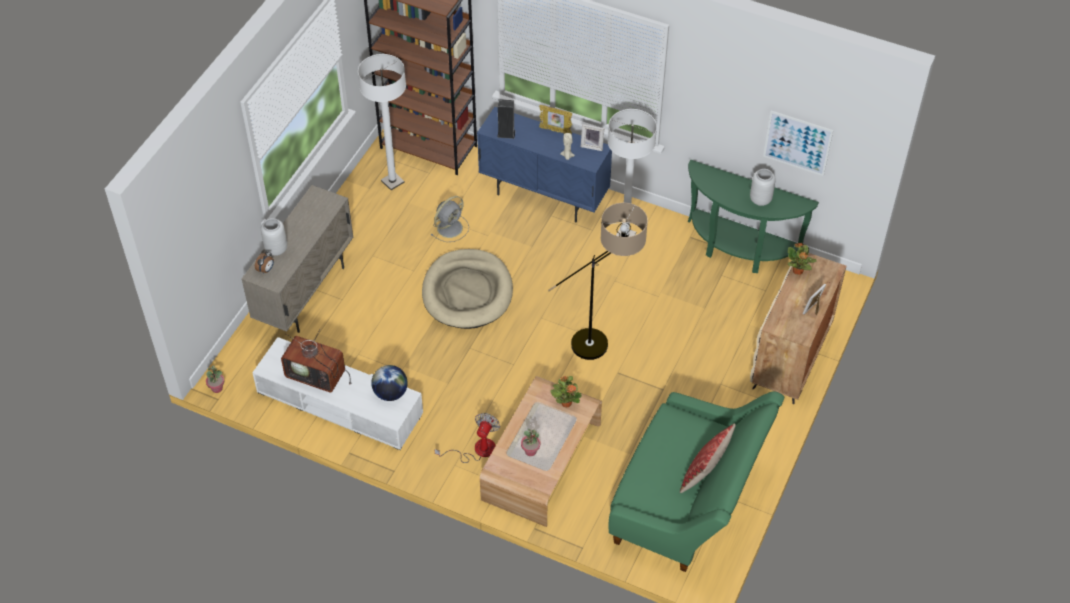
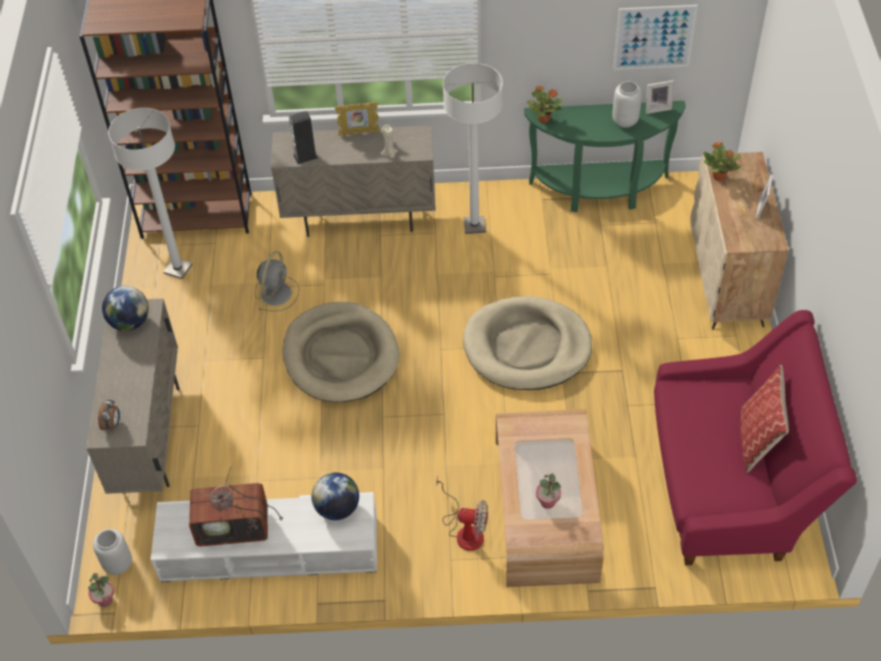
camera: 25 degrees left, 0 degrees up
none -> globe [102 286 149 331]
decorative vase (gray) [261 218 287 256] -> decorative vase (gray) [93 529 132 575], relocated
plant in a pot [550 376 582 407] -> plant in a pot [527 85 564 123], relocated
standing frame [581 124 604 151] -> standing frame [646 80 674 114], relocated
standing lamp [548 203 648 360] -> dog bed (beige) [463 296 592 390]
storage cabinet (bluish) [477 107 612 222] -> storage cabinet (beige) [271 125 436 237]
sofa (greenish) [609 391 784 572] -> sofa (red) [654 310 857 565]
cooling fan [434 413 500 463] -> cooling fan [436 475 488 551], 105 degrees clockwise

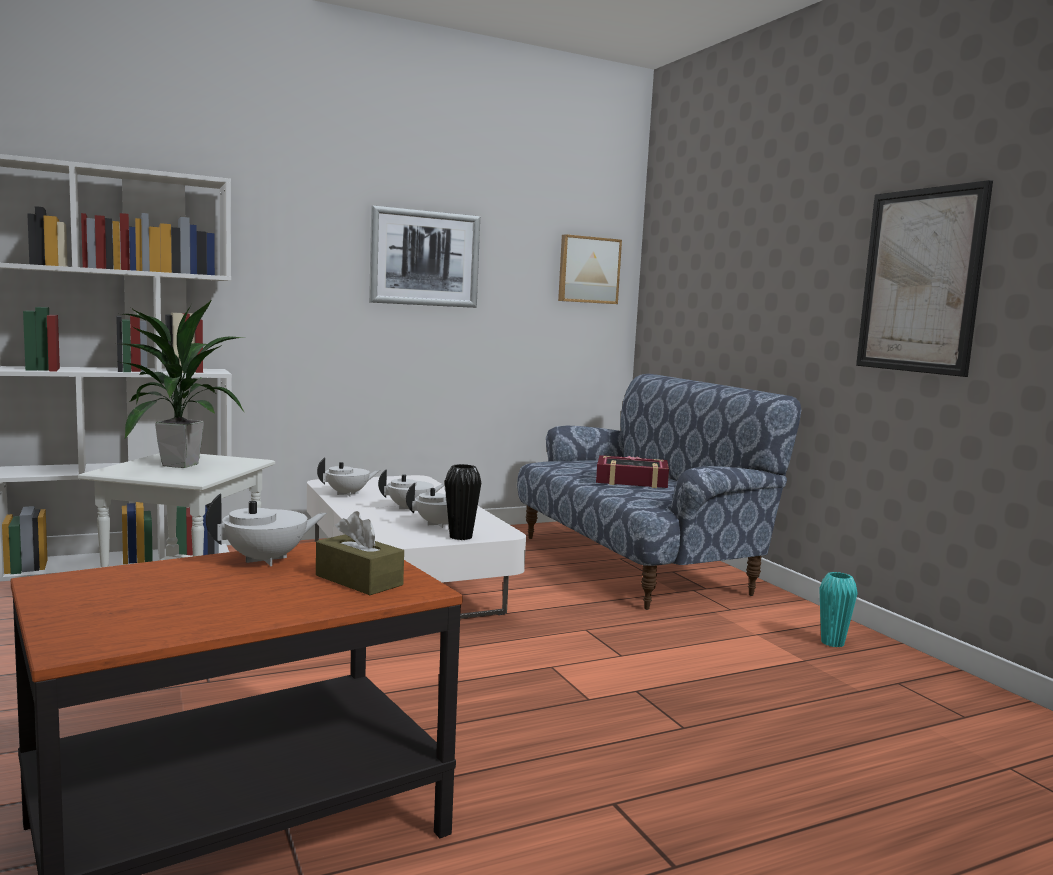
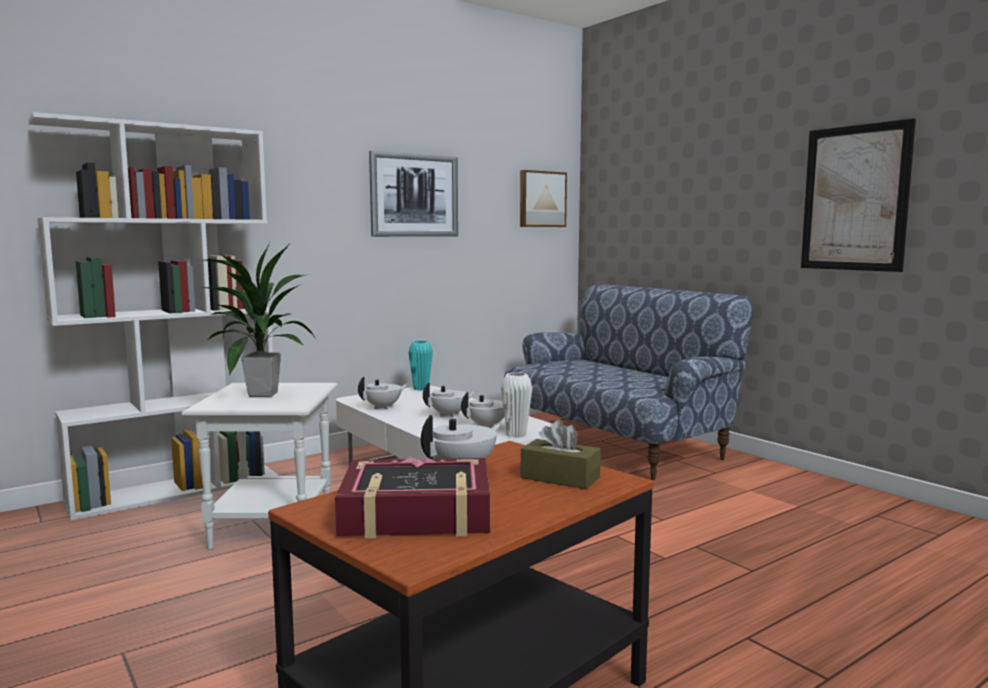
camera: 10 degrees left, 0 degrees up
book [596 455 669 488] -> book [335 457 490 538], relocated
decorative vase (turquoise-coloured) [819 572 858 647] -> decorative vase (turquoise-coloured) [408 341 433 391], relocated
decorative vase (black-coloured) [445 464 481 540] -> decorative vase (white) [501 372 532 438]

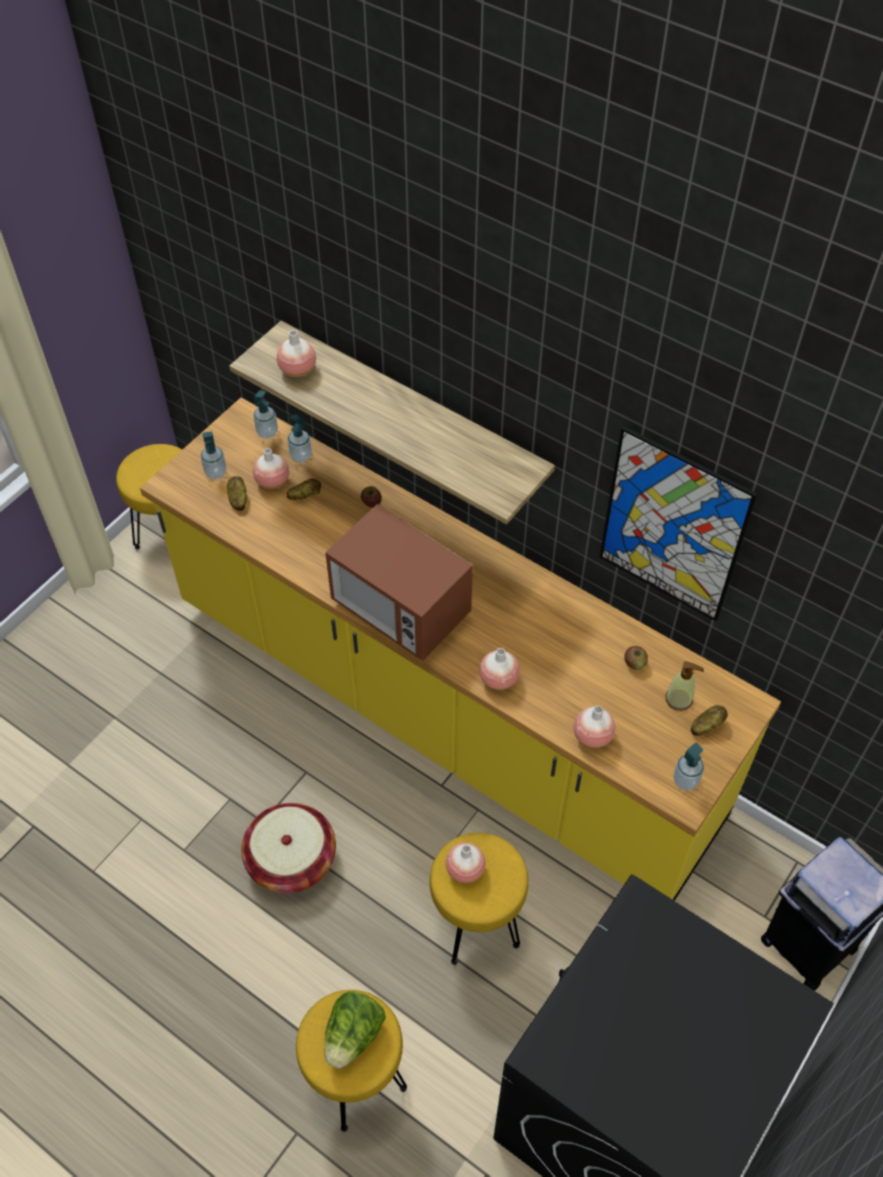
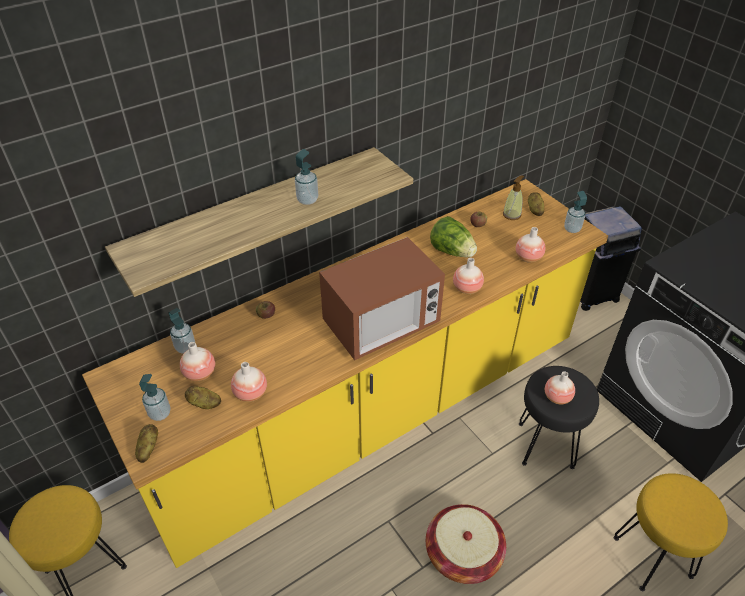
camera: 70 degrees left, 10 degrees down
picture [600 426 757 621] -> none
soap dispenser [254 390 278 439] -> soap dispenser [295 149 318 205], relocated
decorative vase [277 330 316 377] -> decorative vase [231 362 267 402], relocated
whole potato [287 478 321 500] -> whole potato [135 424 158 463], relocated
lettuce head [324 991 386 1069] -> lettuce head [430 216 477 258], relocated
stool (yellow) [430 833 528 965] -> stool (black-coloured) [519 366 599 469]

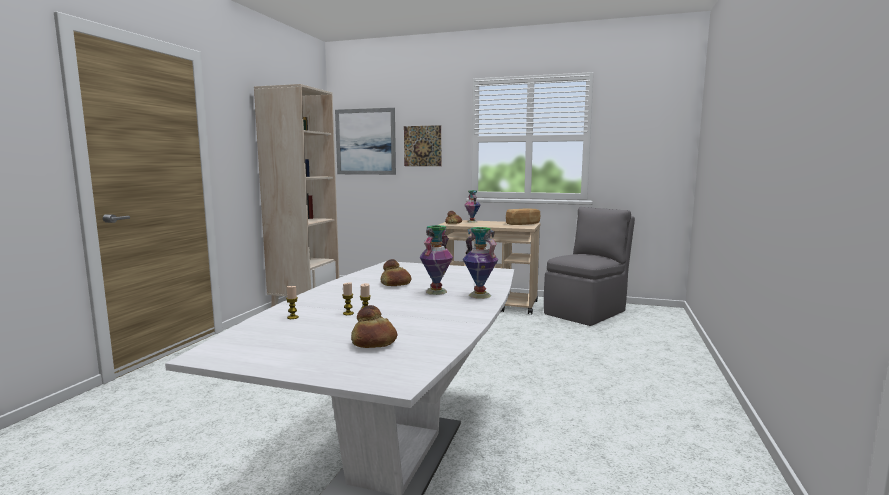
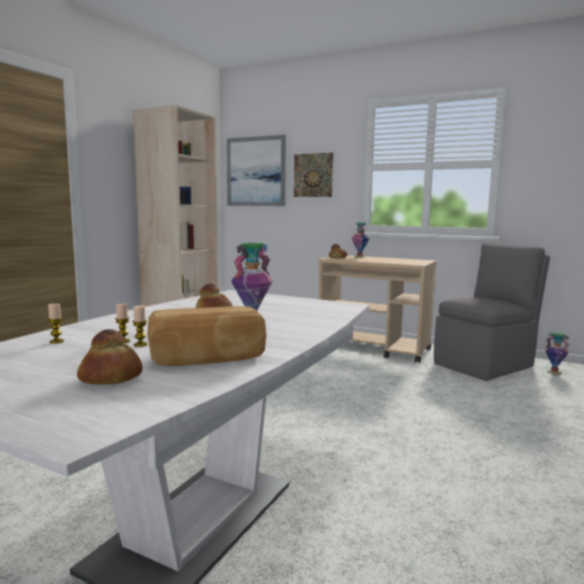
camera: 10 degrees right, 0 degrees up
decorative vase [463 227 498 299] -> decorative vase [545 332 570 375], relocated
bread [506 208 540 225] -> bread [147 306 266 366], relocated

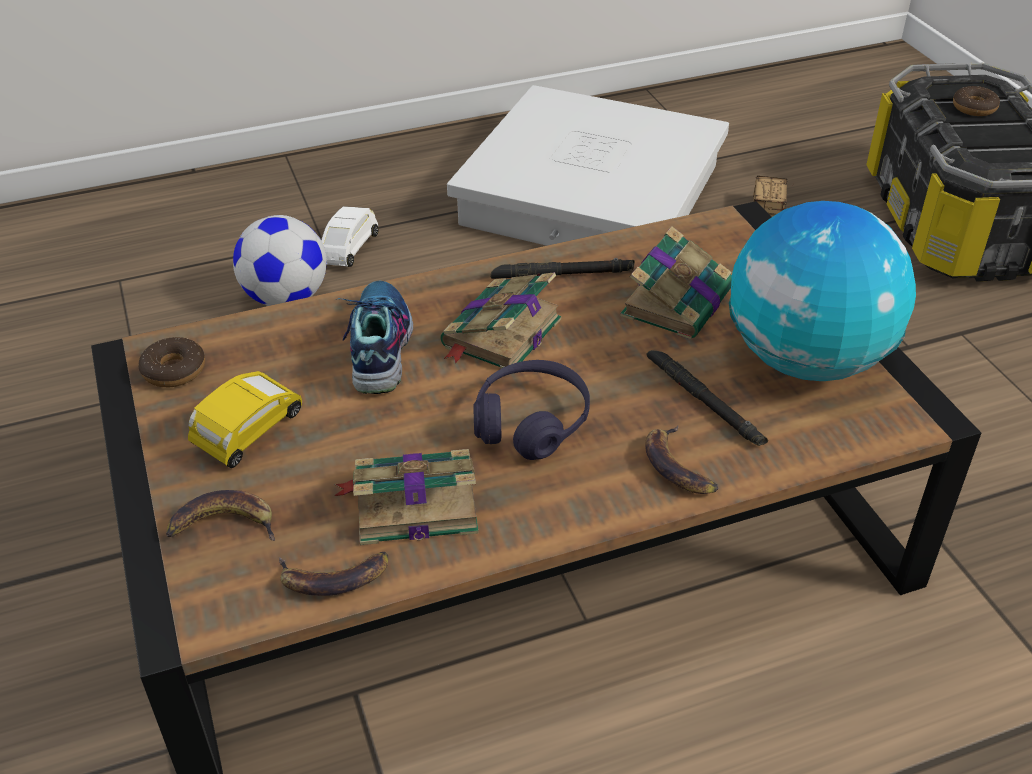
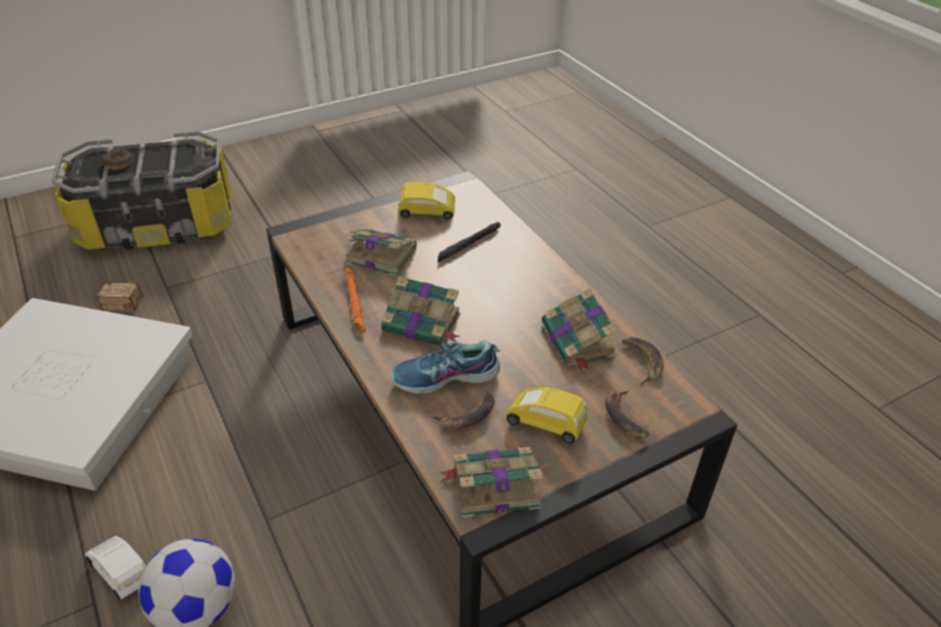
camera: 100 degrees left, 0 degrees up
headphones (purple) [473 360 590 460] -> none
banana [645 426 718 494] -> banana [431 392 495 429], relocated
ring doughnut [138 337 205 387] -> book [440 447 543 518]
globe [729 201 916 381] -> miniature car (yellow) [398 182 455 219]
flashlight (black-coloured) [490 258 635 279] -> flashlight (orange-coloured) [345 268 366 332]
miniature car (white) [321 206 379 267] -> miniature car (white) [85 536 146 601], 150 degrees counterclockwise

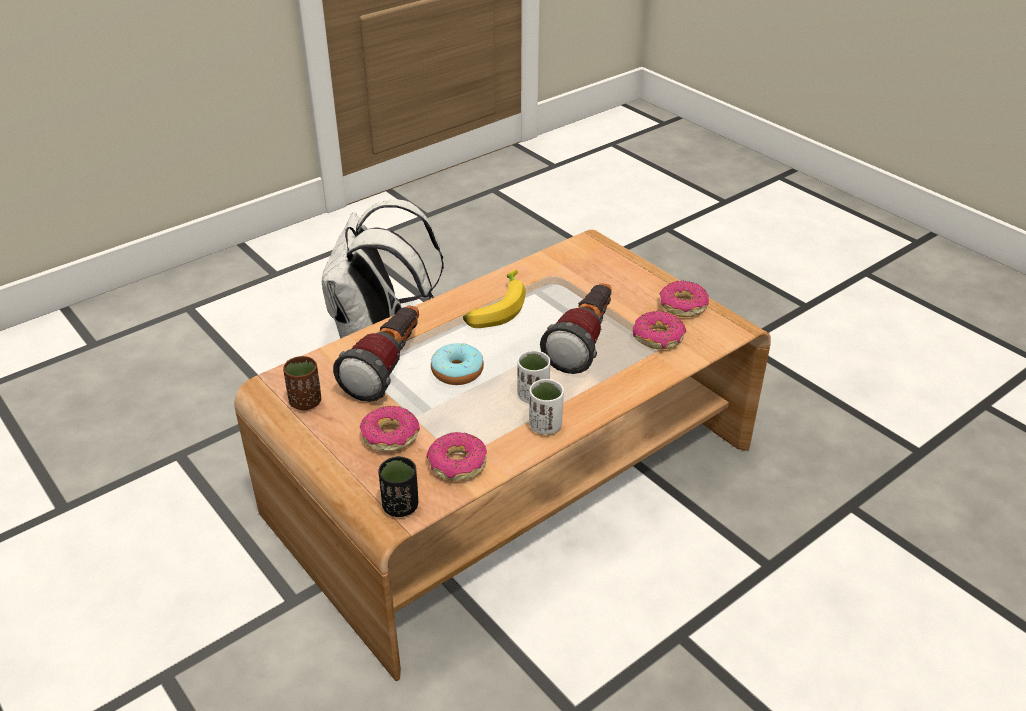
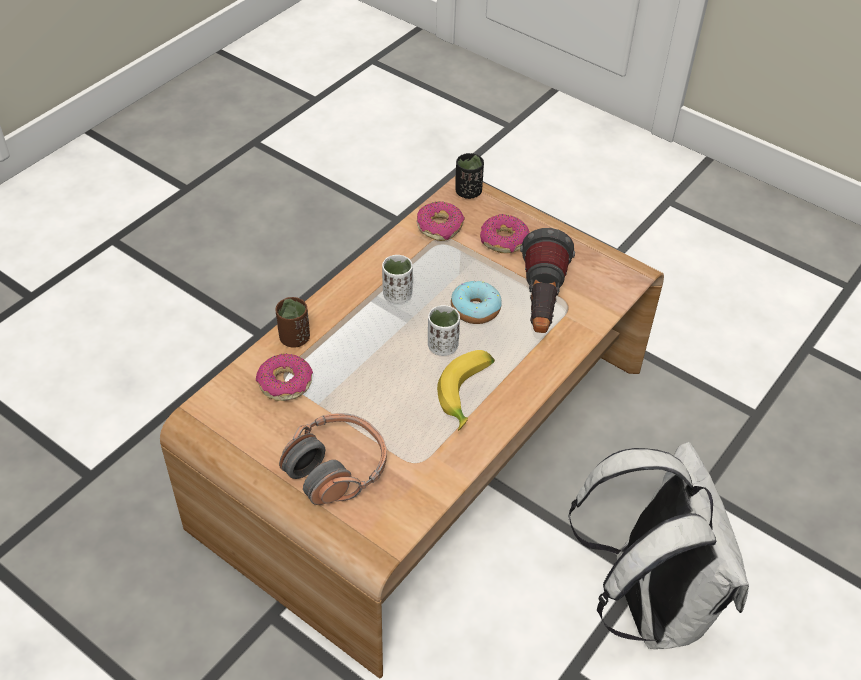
camera: 165 degrees right, 10 degrees up
flashlight [540 283 612 374] -> none
ring doughnut [659 281 709 317] -> none
none -> headphones [279 413 387 505]
drinking cup (brown) [283 356 321 410] -> drinking cup (brown) [275 297 310 348], relocated
drinking cup (white) [529 379 564 435] -> drinking cup (white) [428 305 460 356], relocated

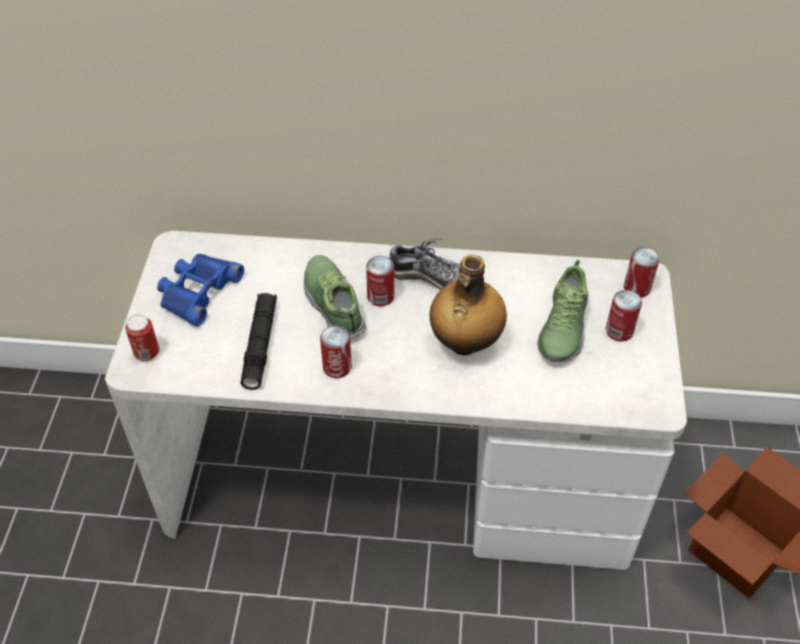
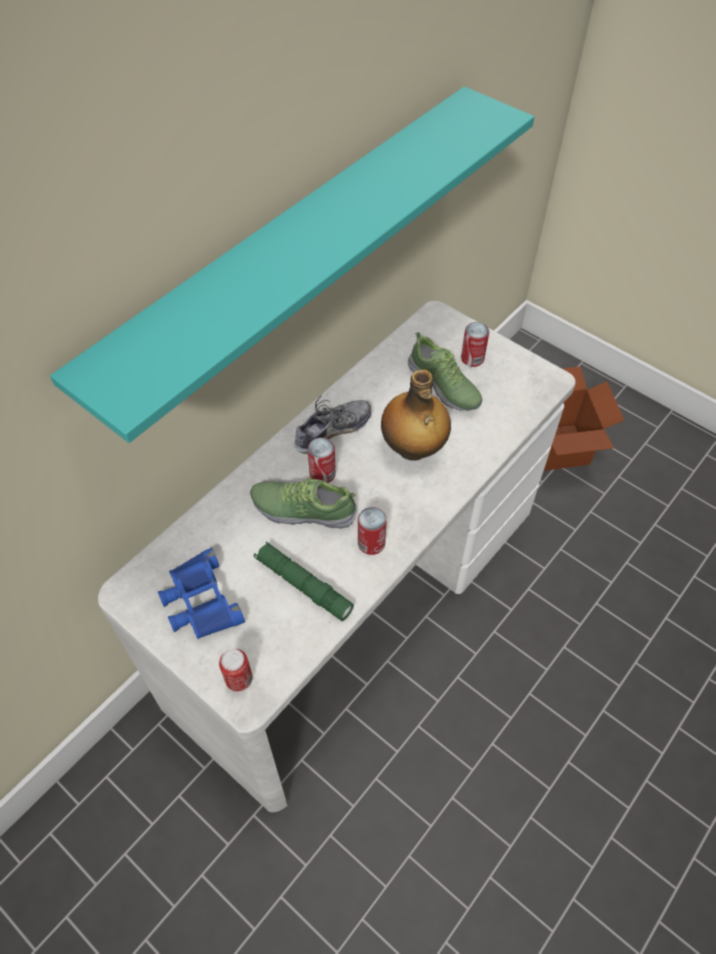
camera: 55 degrees left, 5 degrees up
metal can [624 247 660 298] -> none
none -> bracket shelf (turquoise-coloured) [50 86 534 443]
flashlight (black-coloured) [240 293 277 390] -> flashlight (greenish) [254 542 354 621]

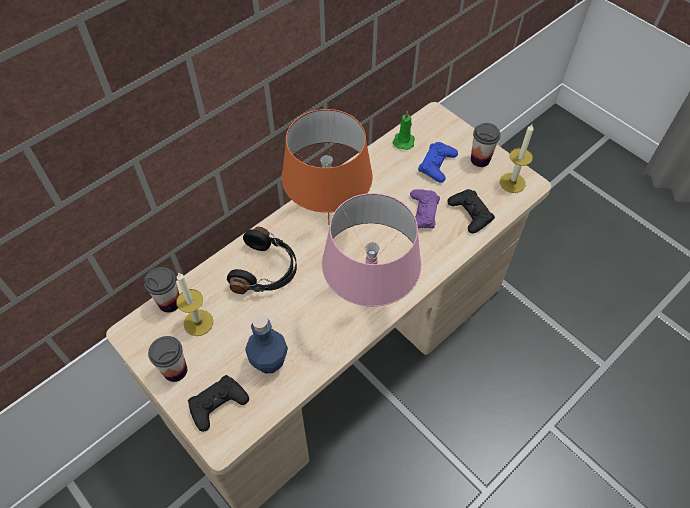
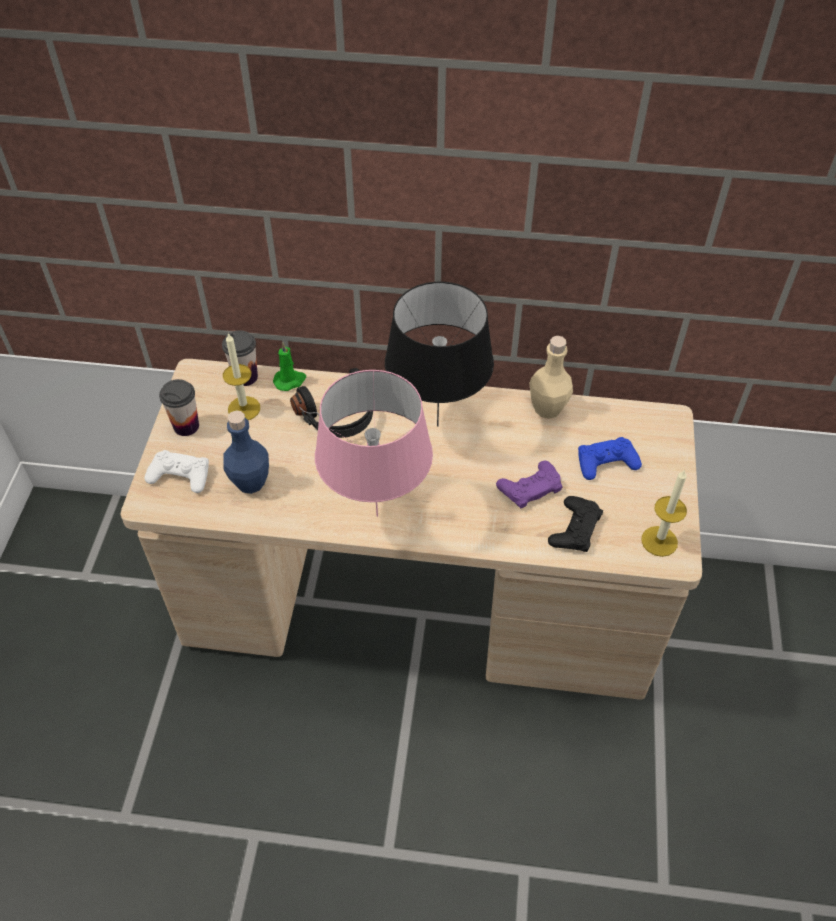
camera: 50 degrees right, 5 degrees down
drinking cup [471 123 501 167] -> none
none -> bottle (beige) [529 336 573 419]
wax light (greenish) [393 111 415 150] -> wax light (greenish) [273 342 306 391], relocated
gamepad (black-coloured) [188 375 249 432] -> gamepad (white) [144 450 209 493]
tabletop lamp (orange-coloured) [282 109 373 225] -> tabletop lamp (black-coloured) [385 282 494 427]

